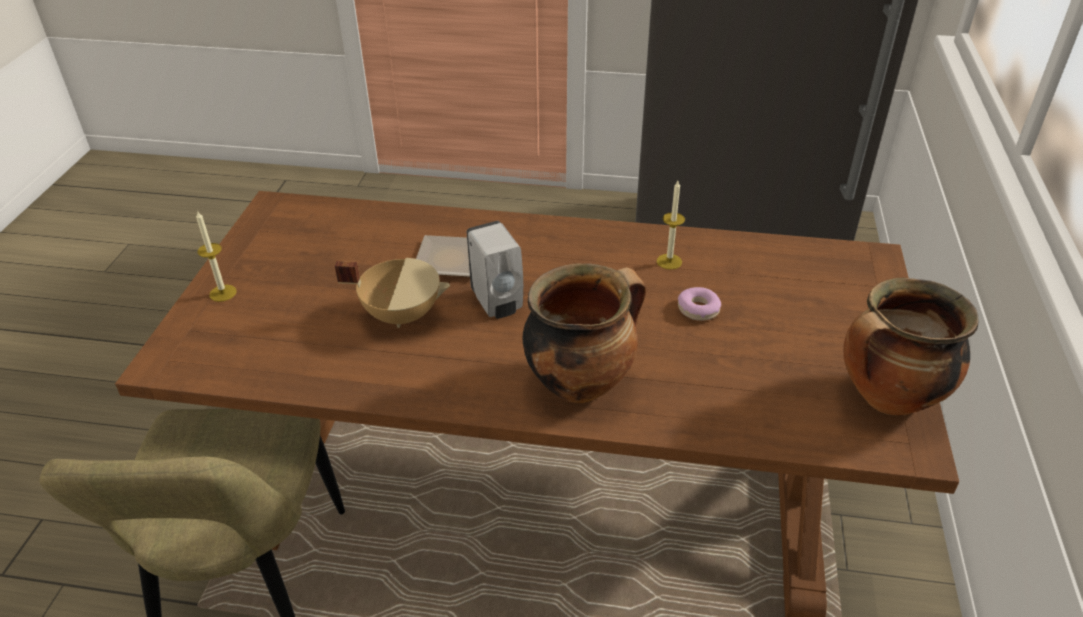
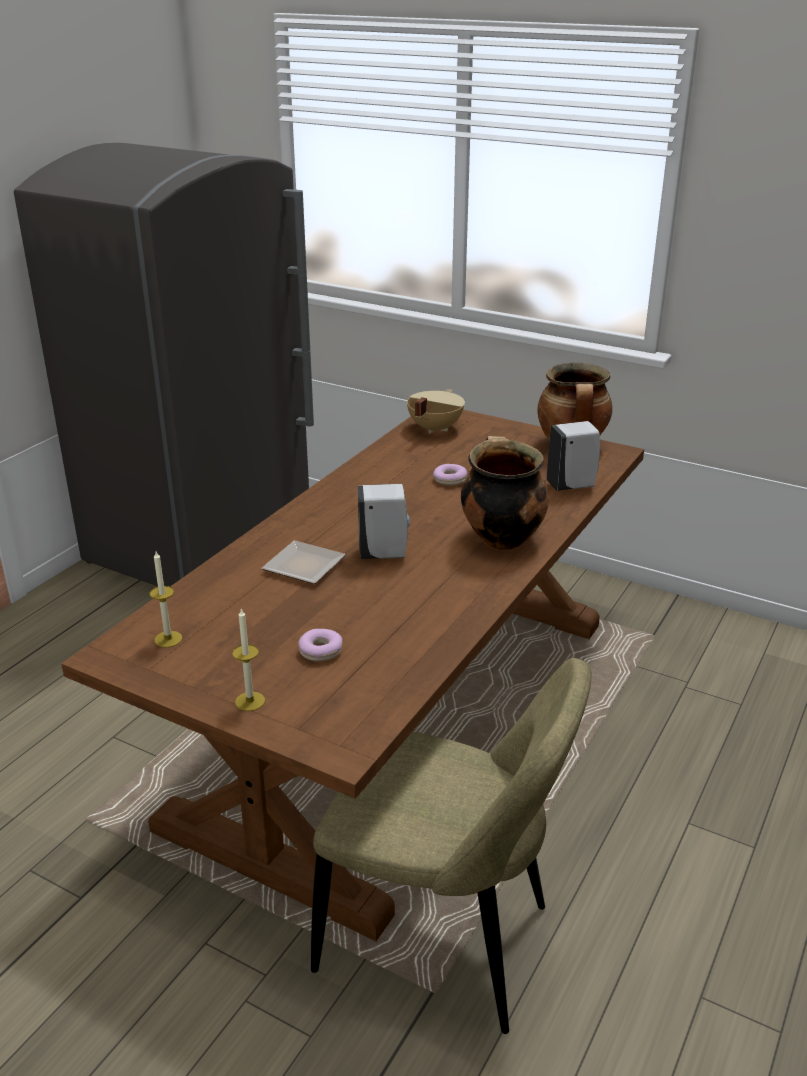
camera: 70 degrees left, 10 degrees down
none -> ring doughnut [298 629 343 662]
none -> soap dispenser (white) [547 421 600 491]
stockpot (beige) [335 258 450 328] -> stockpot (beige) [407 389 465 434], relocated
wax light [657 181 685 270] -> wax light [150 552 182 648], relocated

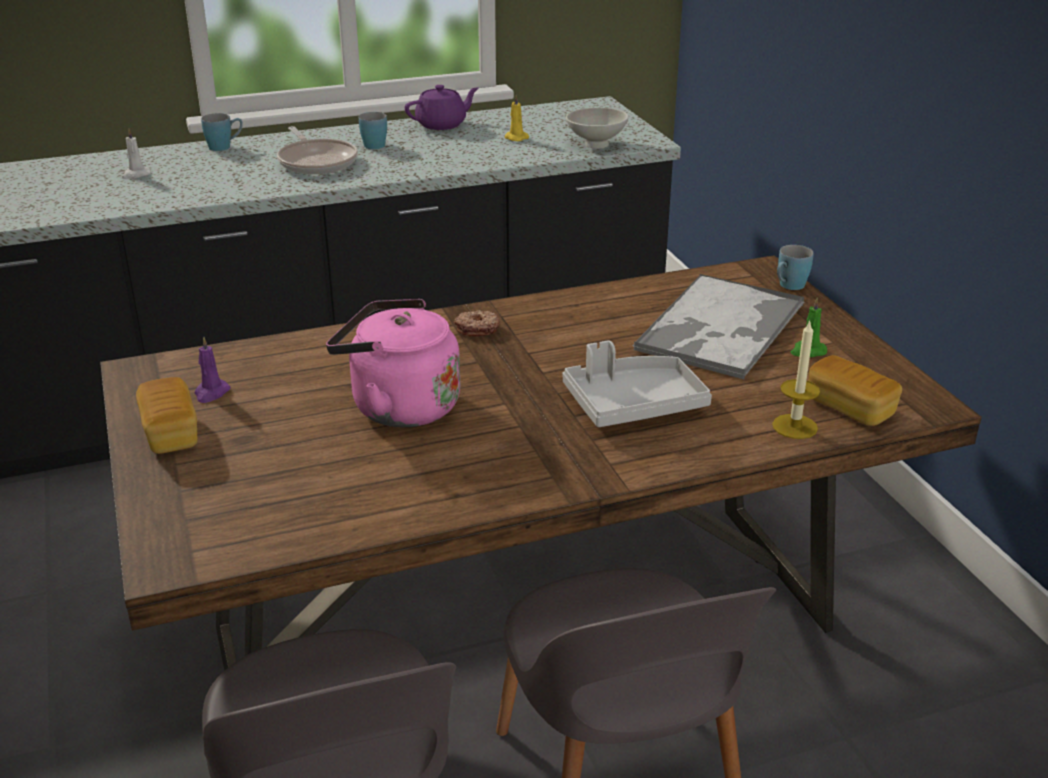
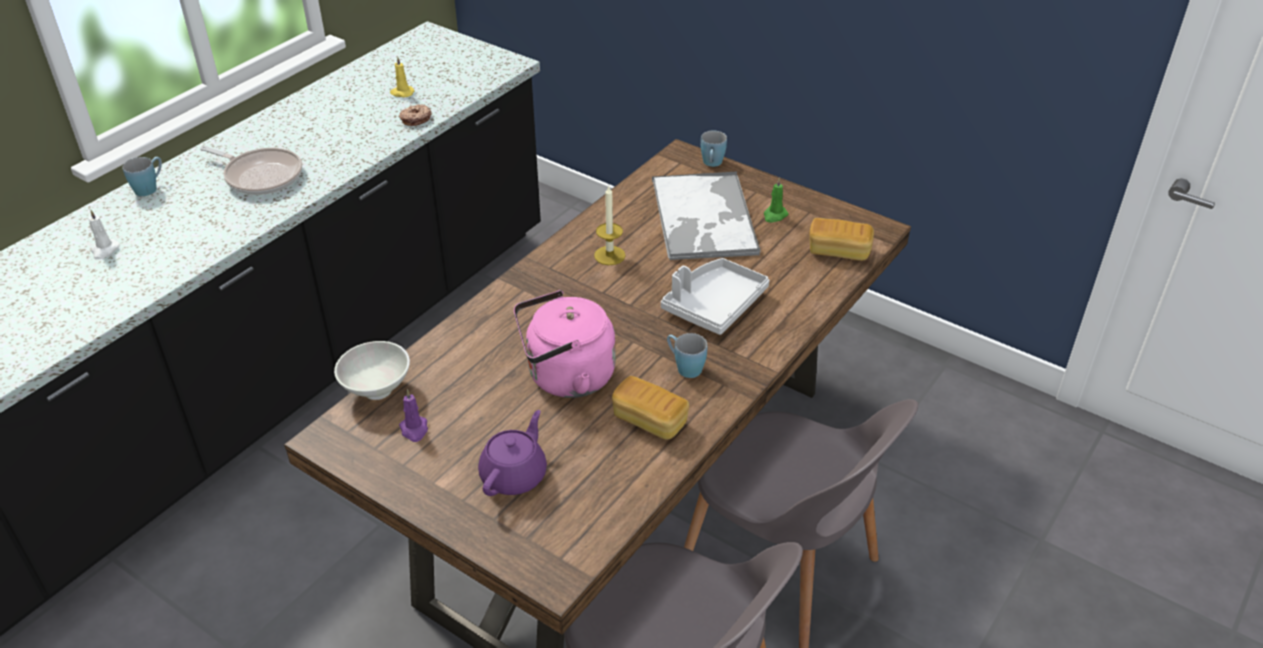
camera: 35 degrees left, 10 degrees up
bread [136 377 198 454] -> bread [612 376 689 440], relocated
mug (bluish) [359 112 387 149] -> mug (bluish) [667 333 708 378], relocated
tea pot (purple) [405 85 479 130] -> tea pot (purple) [478 410 547 496], relocated
ring doughnut [454 310 499 336] -> ring doughnut [399 104 432 126], relocated
bowl (white) [566 108 629 149] -> bowl (white) [334 341 410 400], relocated
wax light [772 319 820 439] -> wax light [594 186 625 265], relocated

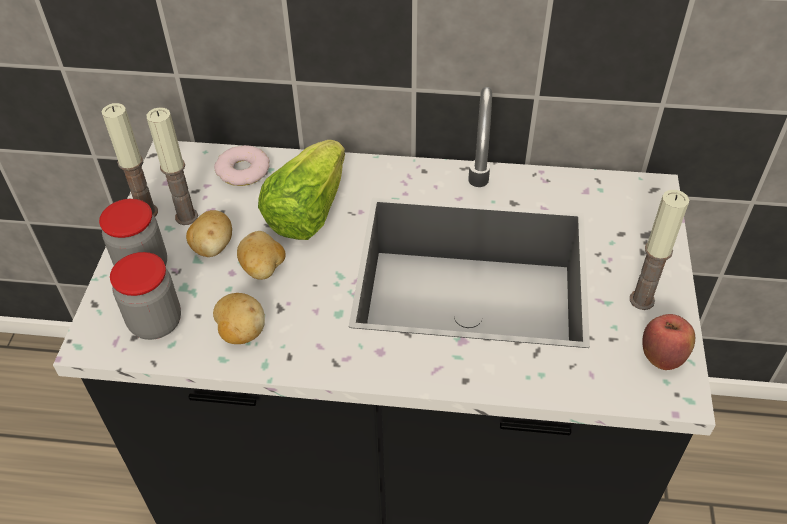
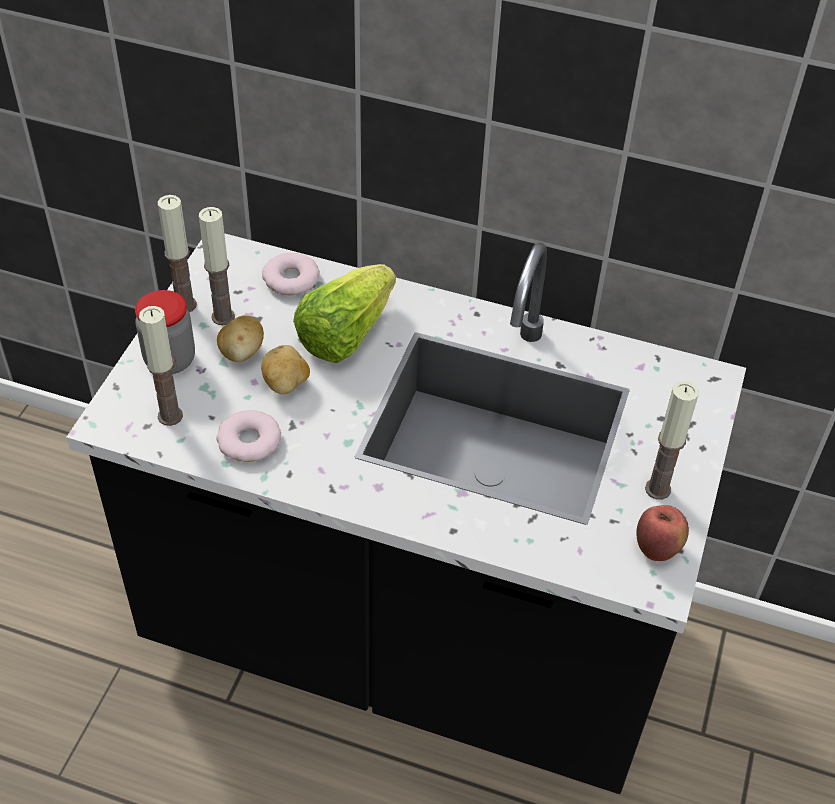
camera: 10 degrees right, 0 degrees up
jar [110 252 181 340] -> wax light [139 306 183 426]
whole potato [213 293 265 344] -> ring doughnut [216 410 281 462]

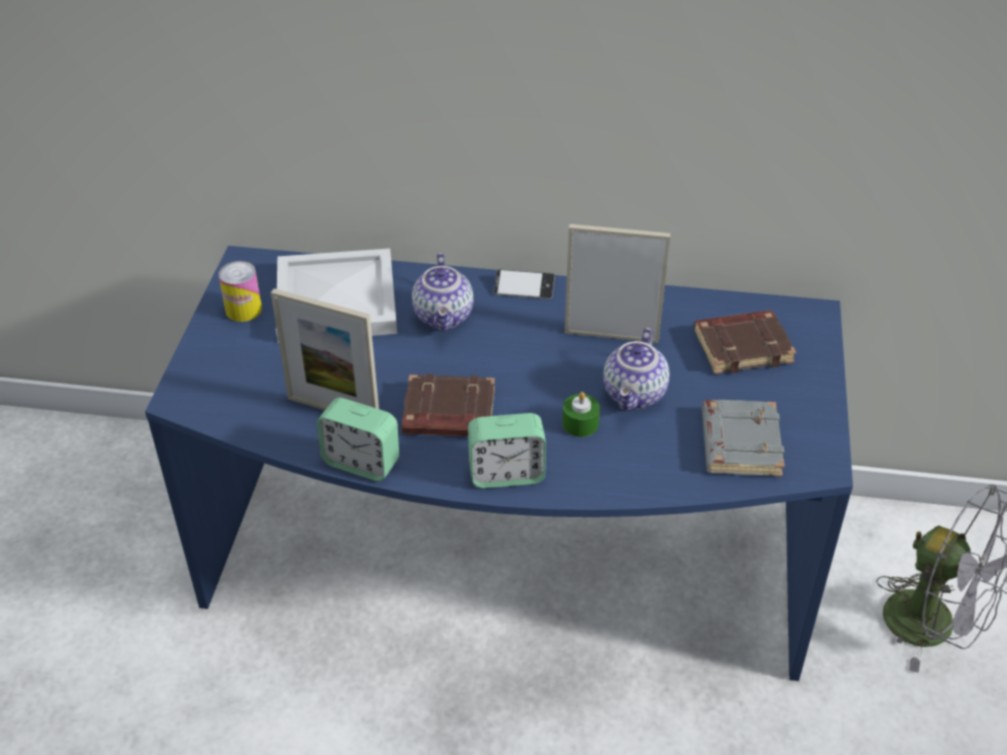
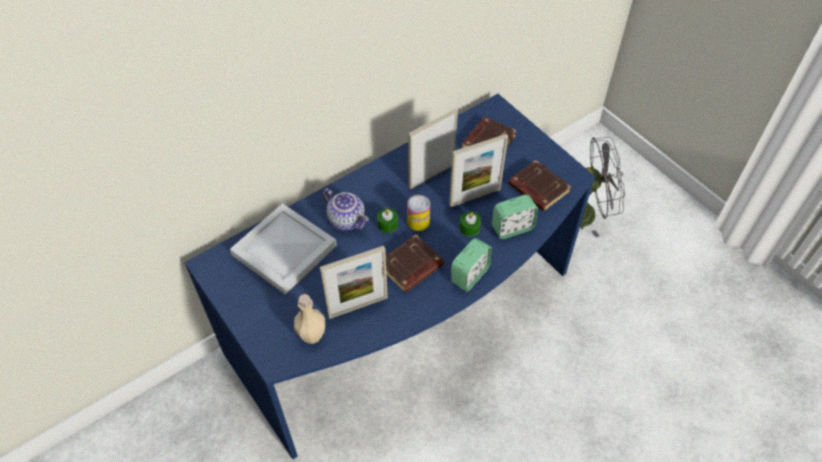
camera: 45 degrees left, 10 degrees up
telephone [494 269 555 299] -> none
none -> bottle (beige) [294 294 325 344]
none -> wax light (greenish) [377 208 398 233]
metal can [218 261 262 322] -> metal can [407 195 430 231], relocated
alarm clock [317 398 399 481] -> alarm clock [492 194 538 239], relocated
tea pot [603 328 670 411] -> standing frame [449 134 508 207]
book (gray) [702 400 785 477] -> book (brown) [508 160 571 211]

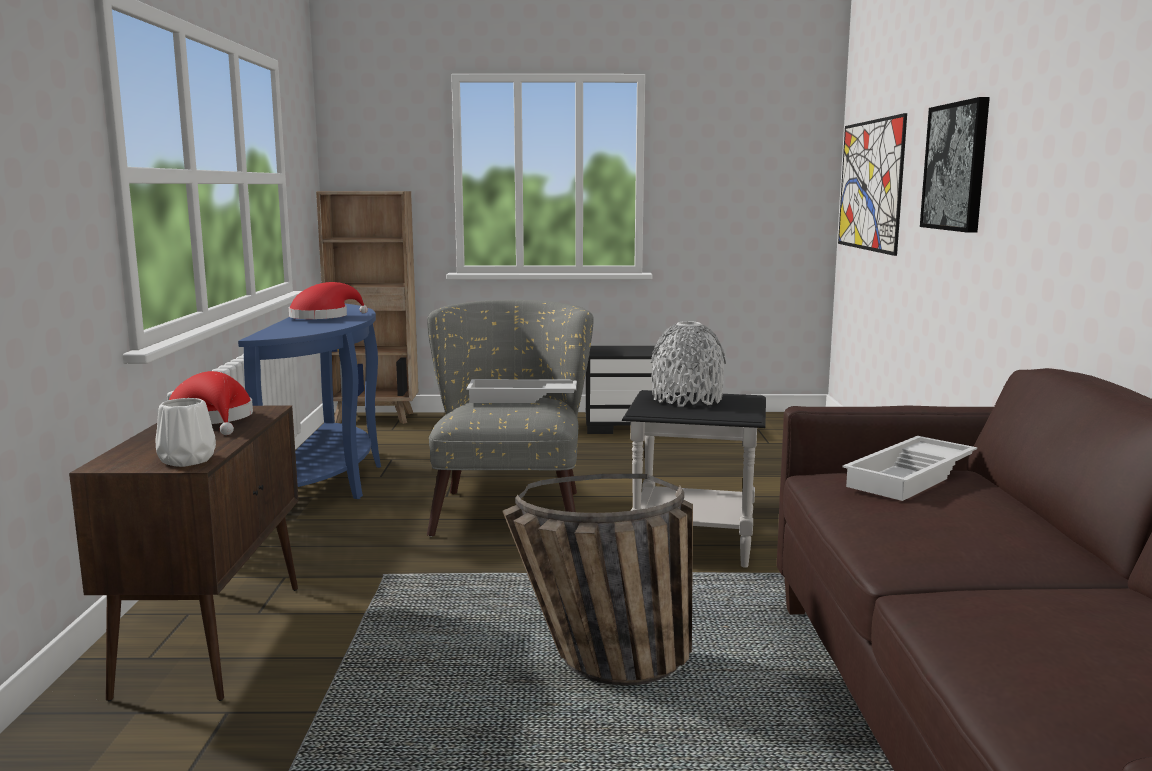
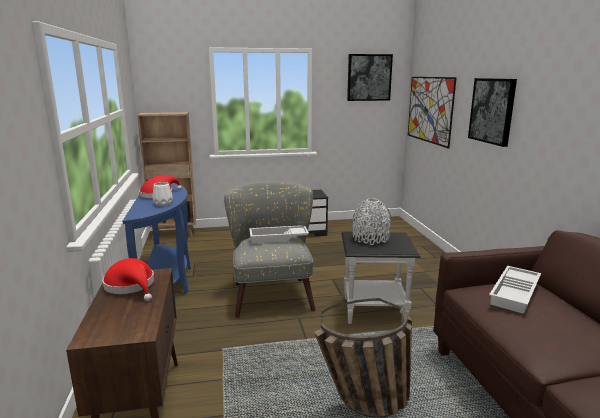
camera: 10 degrees left, 5 degrees up
none -> picture [347 54 393 101]
decorative vase (white) [155 398 216 467] -> decorative vase (white) [152 182 173 206], relocated

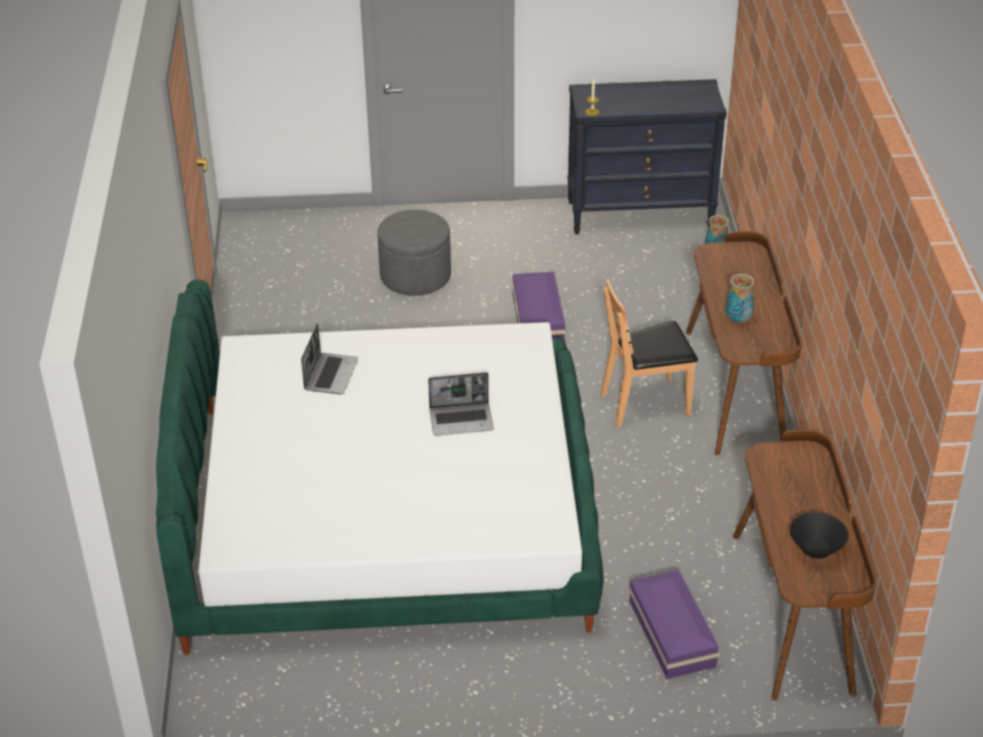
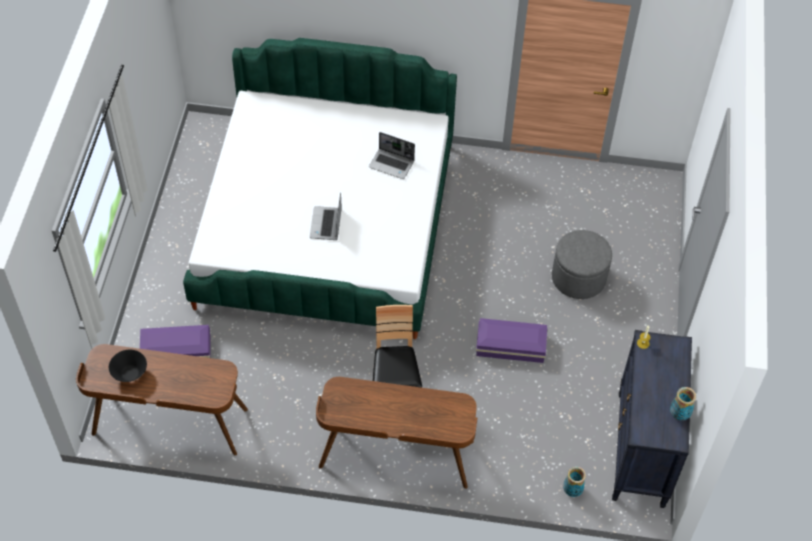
camera: 100 degrees right, 15 degrees up
decorative vase [725 274 755 324] -> decorative vase [670 387 696 420], relocated

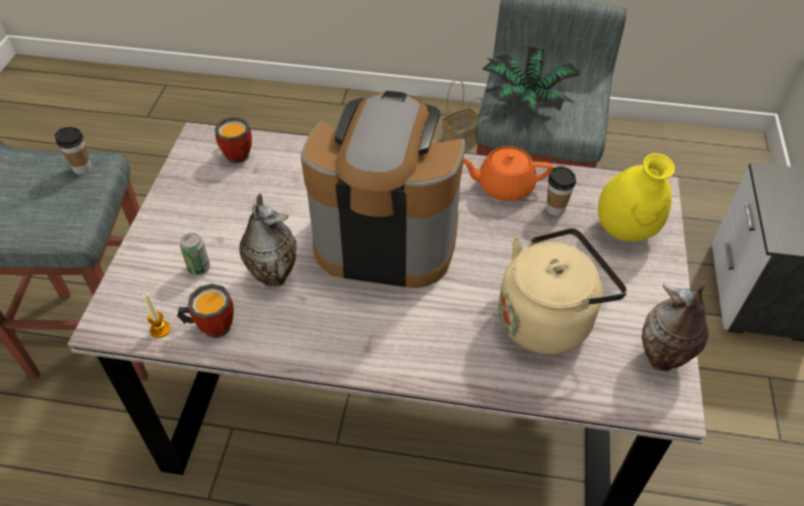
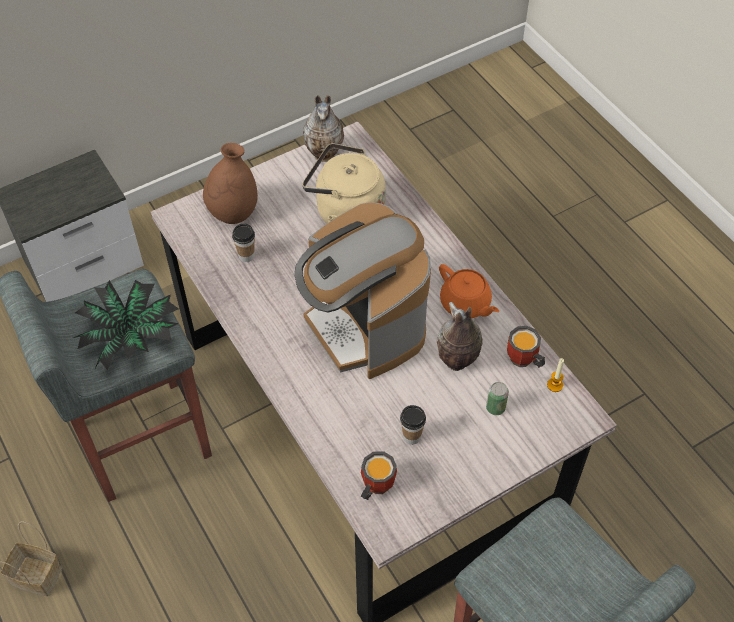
camera: 130 degrees left, 5 degrees up
drinking cup [55 127 92 174] -> drinking cup [400 405 426 445], relocated
tea pot (orange-coloured) [463 146 553 201] -> tea pot (orange-coloured) [439 264 499 318], relocated
decorative vase (yellow) [598 153 675 242] -> decorative vase (brown) [203 143 258 224]

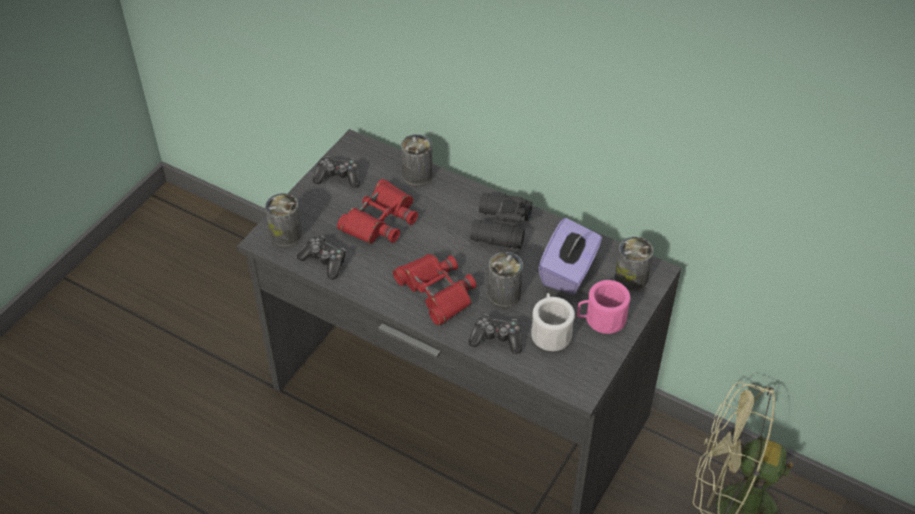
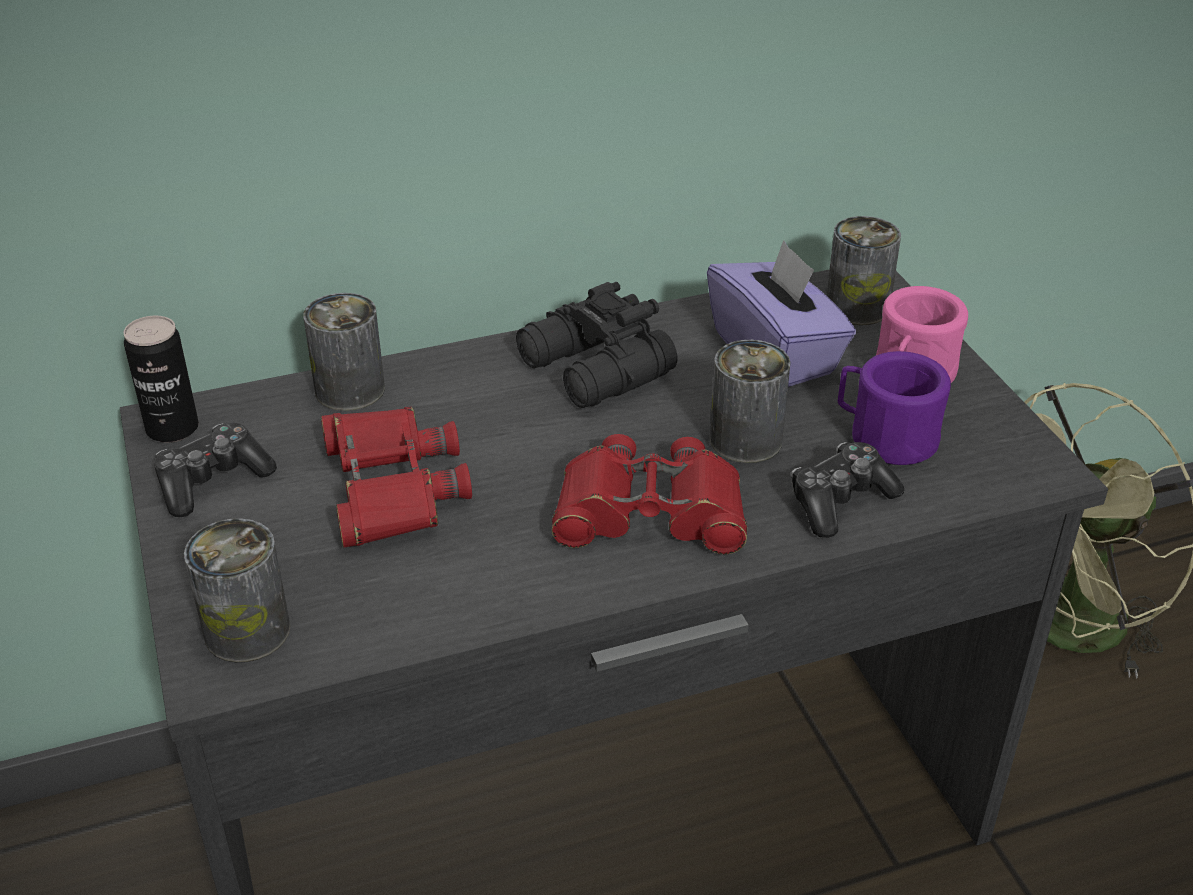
camera: 50 degrees left, 10 degrees down
gamepad [297 236 346 280] -> none
none -> metal can [124 315 199 443]
mug (white) [531 293 575 351] -> mug (purple) [838 351 951 465]

